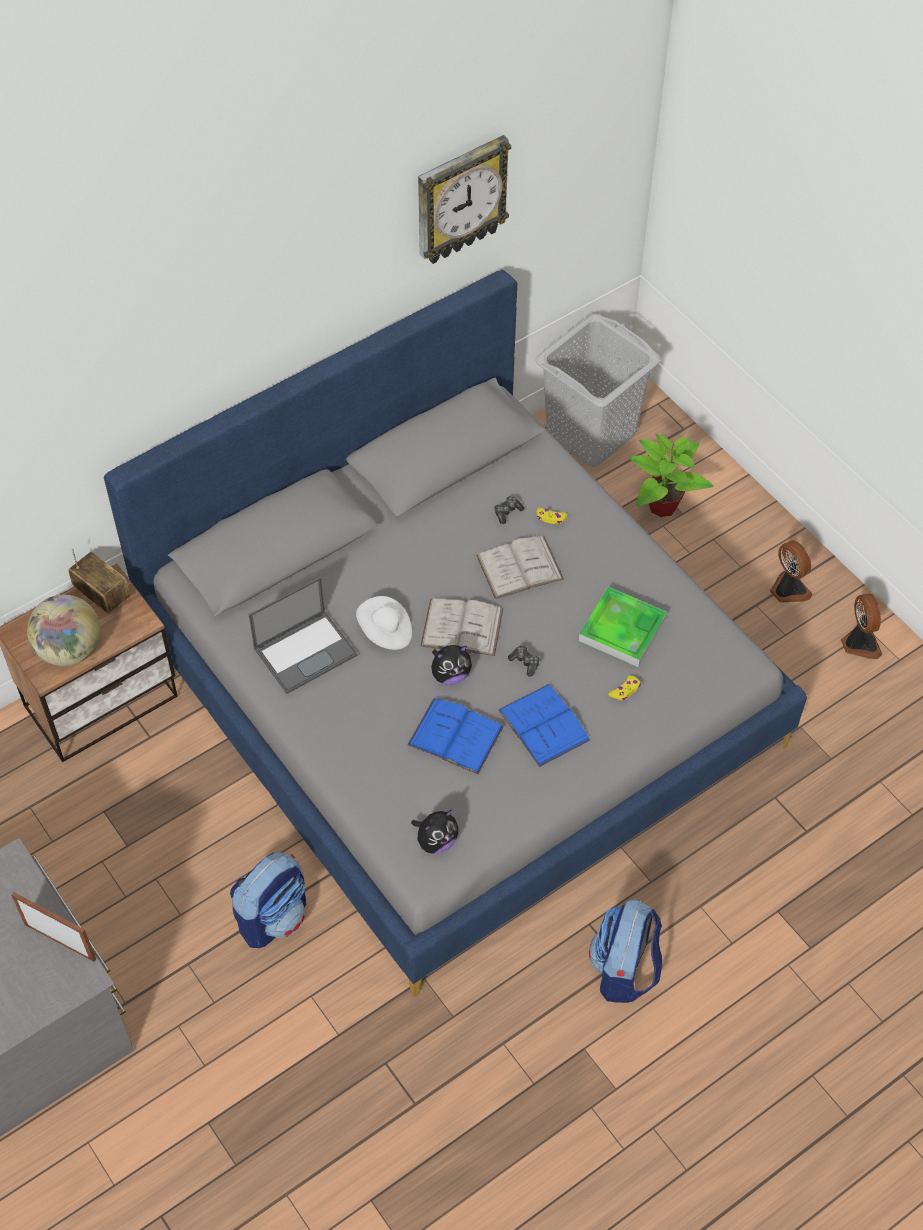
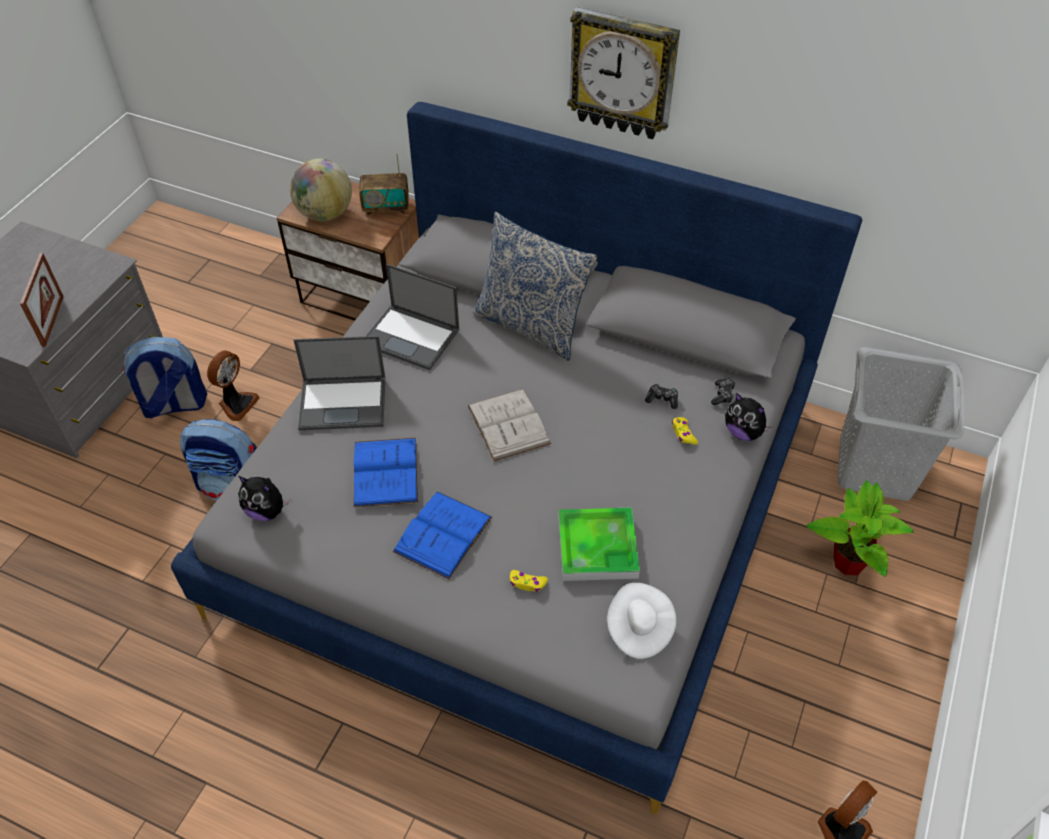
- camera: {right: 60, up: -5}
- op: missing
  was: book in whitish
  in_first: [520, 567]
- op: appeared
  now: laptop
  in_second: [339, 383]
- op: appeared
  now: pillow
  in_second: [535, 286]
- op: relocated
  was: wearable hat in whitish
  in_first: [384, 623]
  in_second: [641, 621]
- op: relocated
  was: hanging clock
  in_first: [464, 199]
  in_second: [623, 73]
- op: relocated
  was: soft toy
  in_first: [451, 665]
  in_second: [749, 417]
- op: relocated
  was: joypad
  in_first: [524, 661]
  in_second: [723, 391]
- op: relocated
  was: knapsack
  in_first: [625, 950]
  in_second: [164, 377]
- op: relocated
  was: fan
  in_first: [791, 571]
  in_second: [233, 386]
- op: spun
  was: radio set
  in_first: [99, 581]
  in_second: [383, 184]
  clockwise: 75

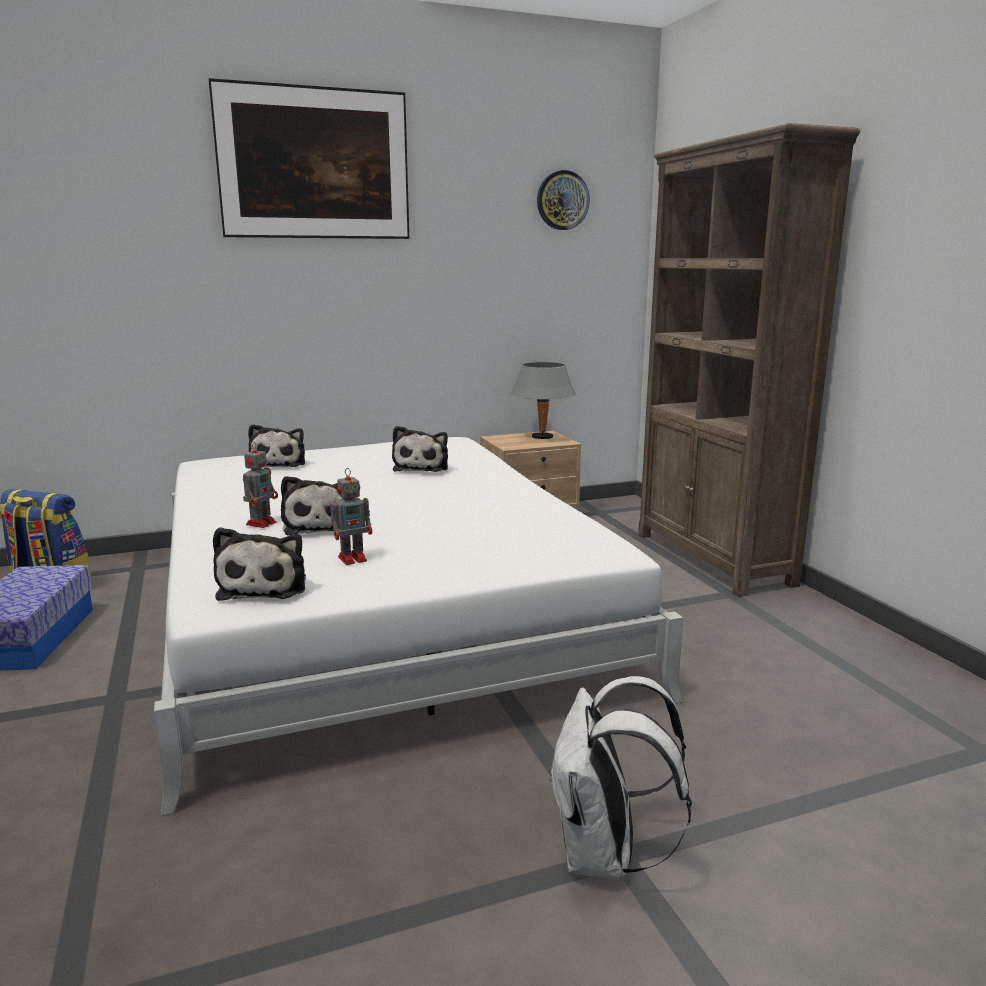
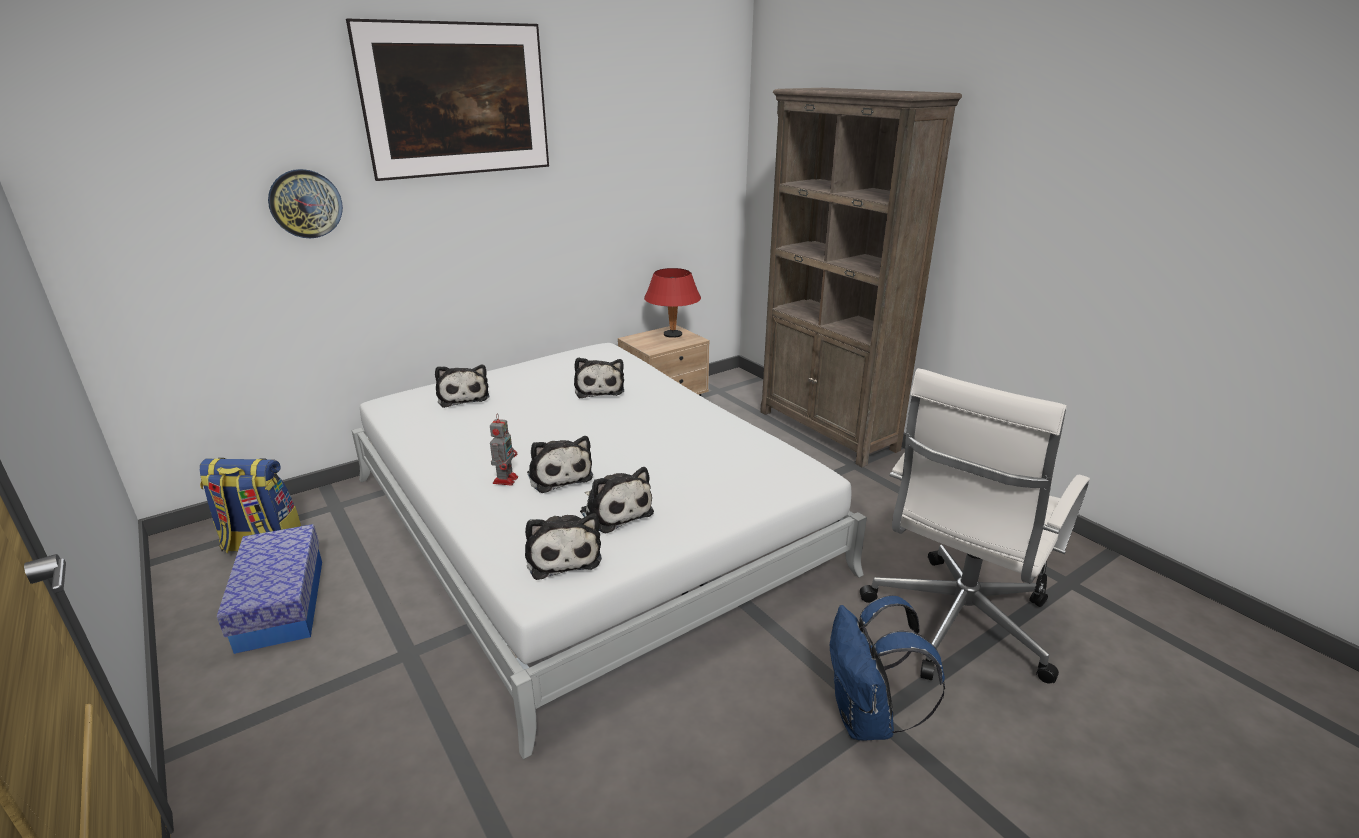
- camera: {right: -15, up: 10}
- op: appeared
  now: office chair in whitish
  in_second: [975, 526]
- op: relocated
  was: hanging clock
  in_first: [563, 200]
  in_second: [305, 203]
- op: exchanged
  was: model robot
  now: soft toy
  in_first: [351, 516]
  in_second: [617, 500]
- op: colour
  was: tabletop lamp in grey
  now: tabletop lamp in red
  in_first: [543, 400]
  in_second: [672, 303]
- op: colour
  was: knapsack in whitish
  now: knapsack in blue-coloured
  in_first: [620, 778]
  in_second: [887, 668]

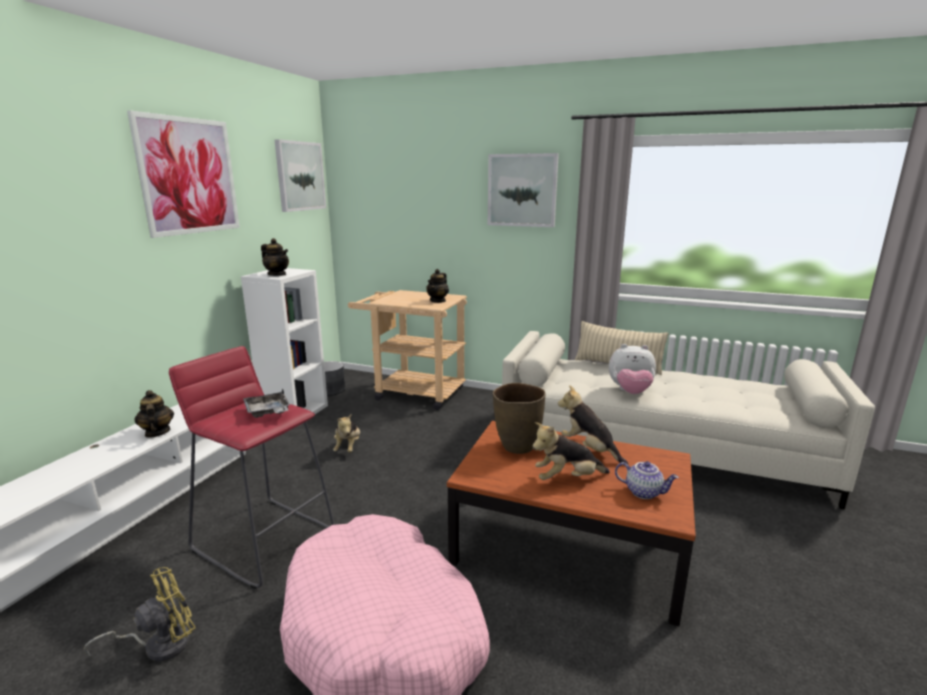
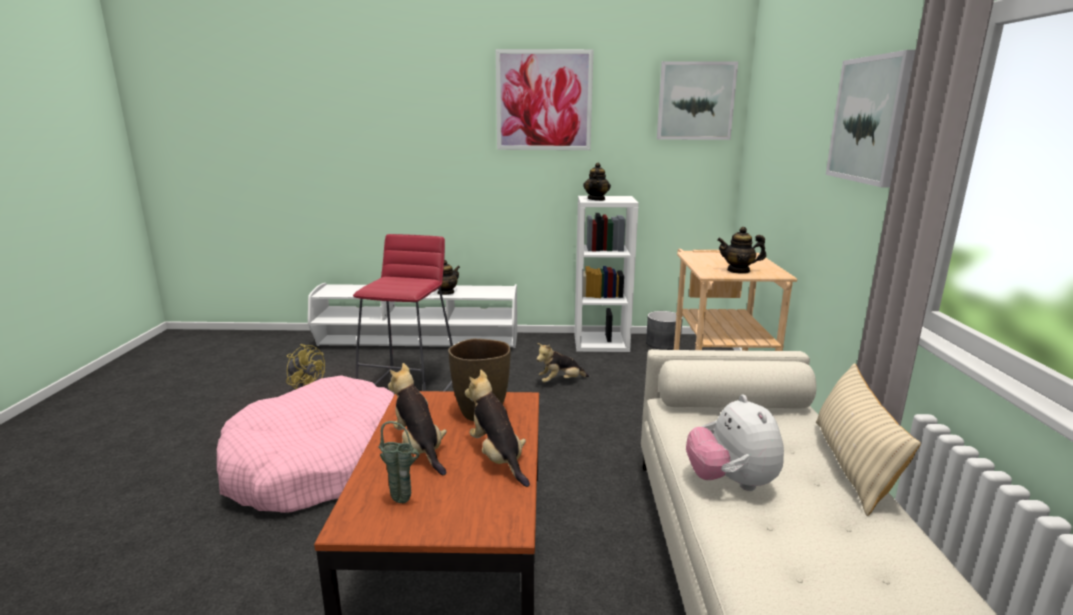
- camera: {right: 70, up: 0}
- op: missing
  was: carrying tray in grey
  in_first: [266, 403]
- op: exchanged
  was: tea pot
  now: decorative vase in green
  in_first: [647, 480]
  in_second: [399, 462]
- op: spun
  was: soft toy
  in_first: [593, 425]
  in_second: [497, 428]
  clockwise: -60

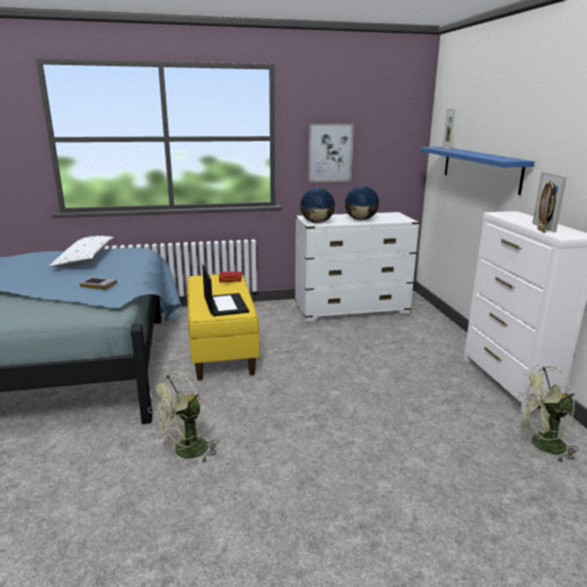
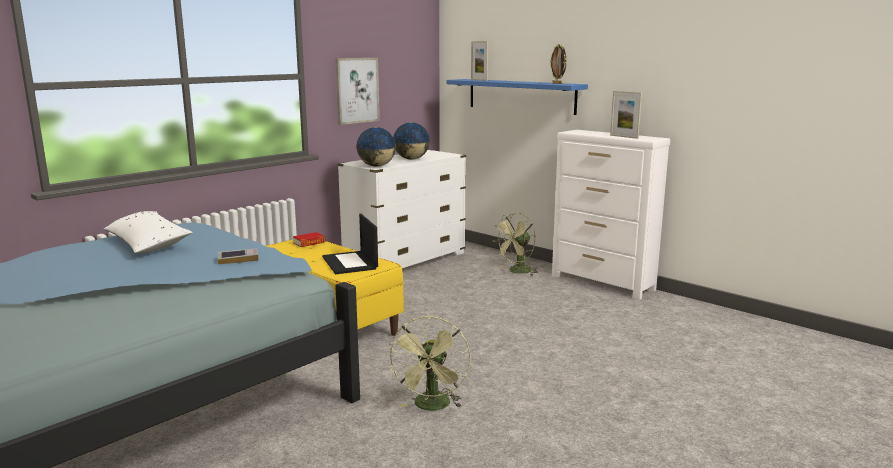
- camera: {right: -35, up: -5}
- op: relocated
  was: fan in green
  in_first: [547, 413]
  in_second: [515, 244]
- op: relocated
  was: photo frame
  in_first: [546, 206]
  in_second: [558, 64]
- op: spun
  was: laptop
  in_first: [225, 290]
  in_second: [350, 244]
  clockwise: -150

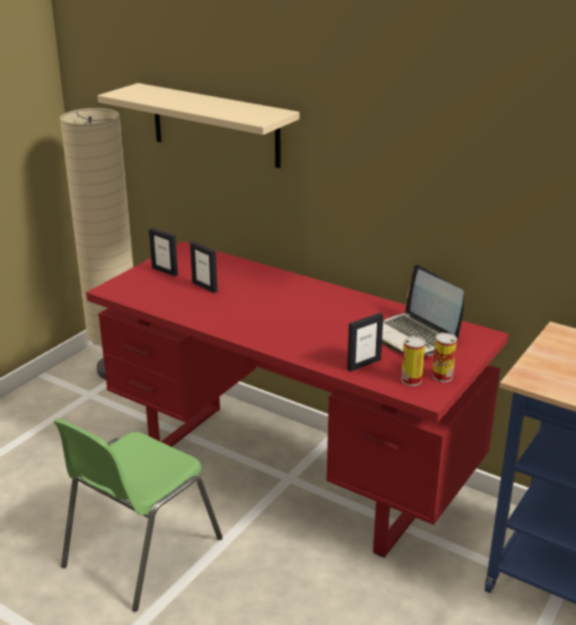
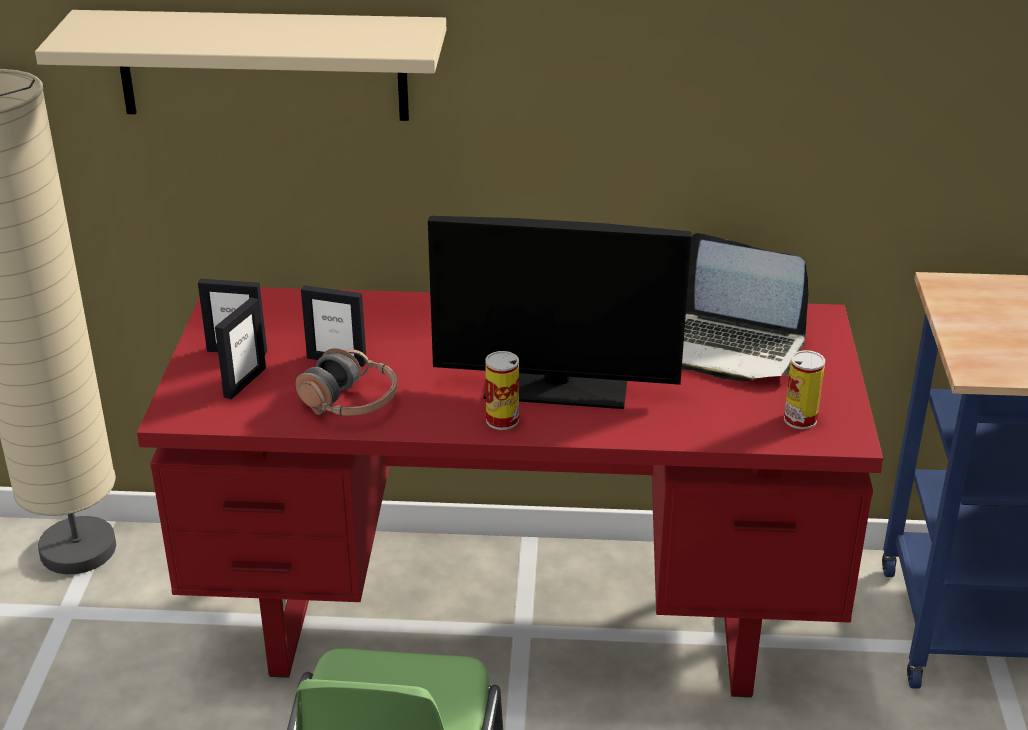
- camera: {right: -30, up: 5}
- op: appeared
  now: pair of headphones
  in_second: [346, 382]
- op: appeared
  now: computer display
  in_second: [560, 312]
- op: relocated
  was: photo frame
  in_first: [365, 342]
  in_second: [240, 348]
- op: relocated
  was: metal can
  in_first: [444, 357]
  in_second: [502, 390]

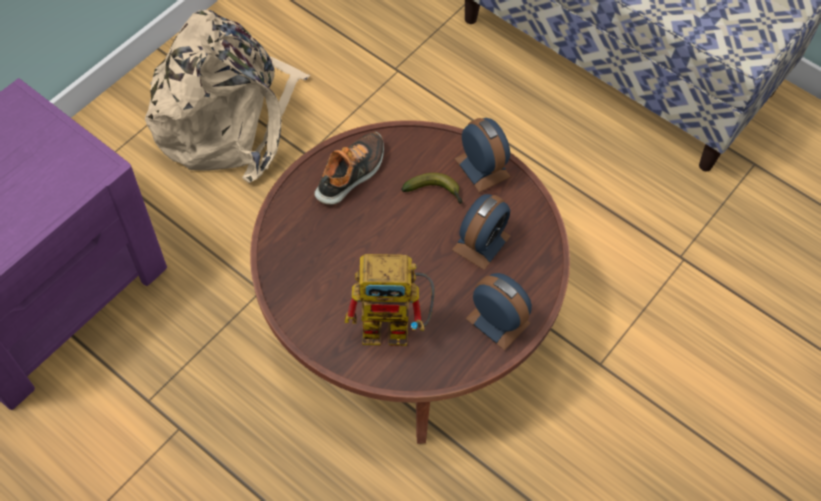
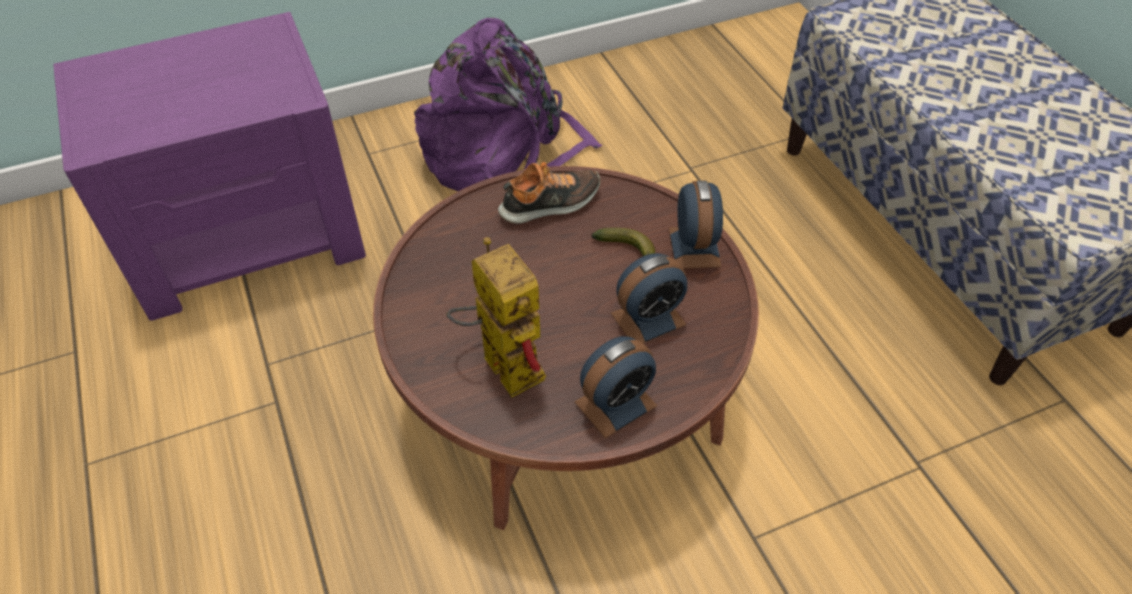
- camera: {right: 30, up: -10}
- op: colour
  was: knapsack in beige-coloured
  now: knapsack in purple
  in_first: [227, 96]
  in_second: [508, 104]
- op: spun
  was: model robot
  in_first: [390, 300]
  in_second: [496, 317]
  clockwise: -150
- op: spun
  was: bedside clock
  in_first: [499, 312]
  in_second: [615, 387]
  clockwise: 75

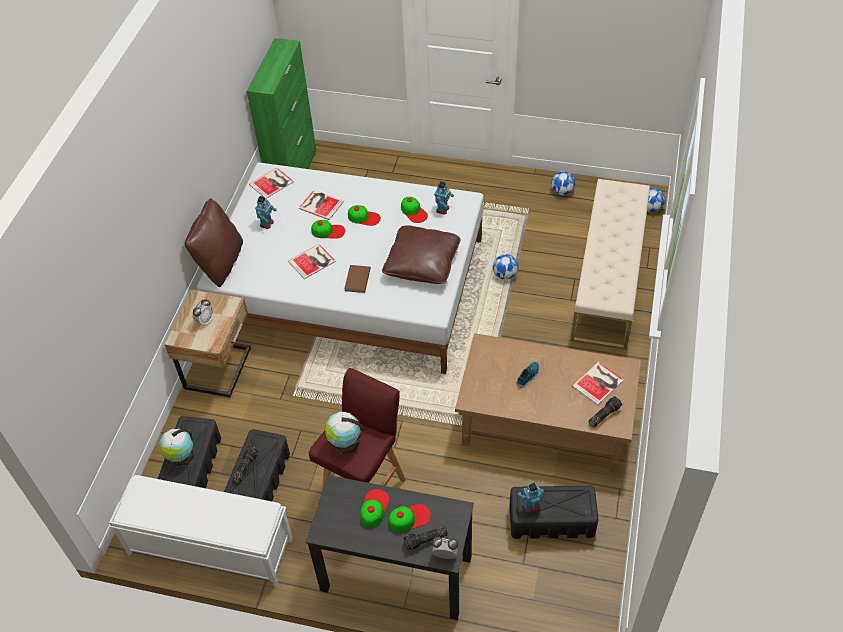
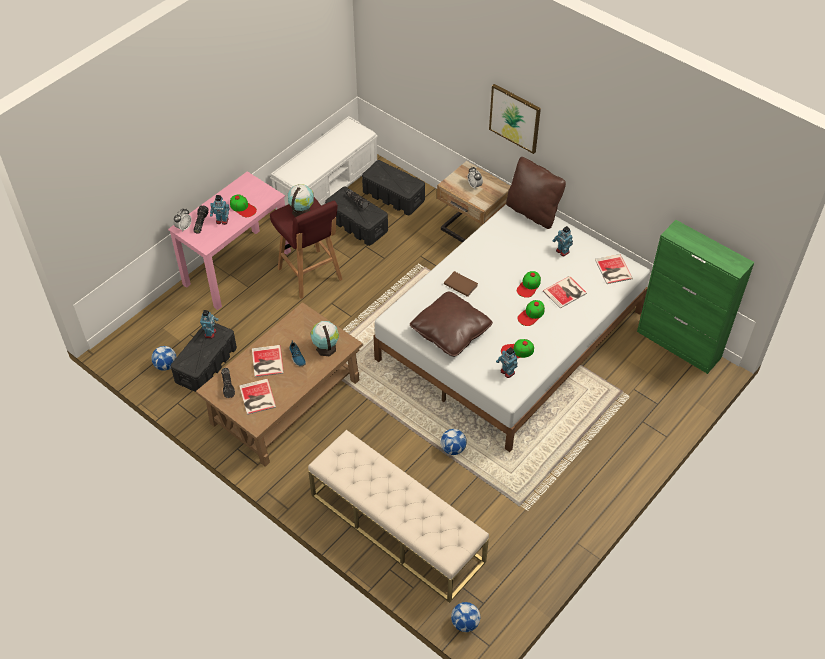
- camera: {right: 115, up: 0}
- op: appeared
  now: wall picture
  in_second: [515, 119]
- op: relocated
  was: desk globe
  in_first: [176, 447]
  in_second: [324, 338]
- op: relocated
  was: book
  in_first: [312, 261]
  in_second: [268, 361]
- op: relocated
  was: ball for football
  in_first: [563, 183]
  in_second: [164, 358]
- op: exchanged
  was: peaked cap
  now: model robot
  in_first: [409, 518]
  in_second: [219, 210]
- op: colour
  was: desk table in black-coloured
  now: desk table in pink
  in_first: [390, 547]
  in_second: [229, 240]

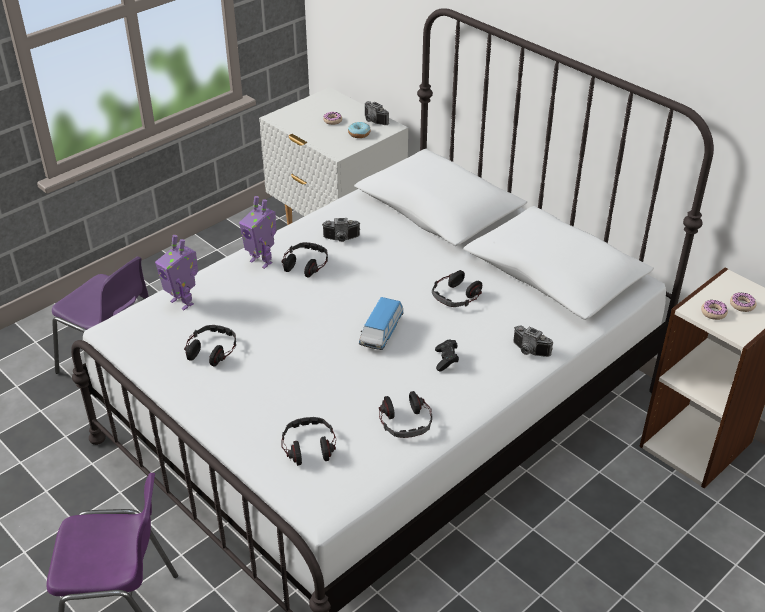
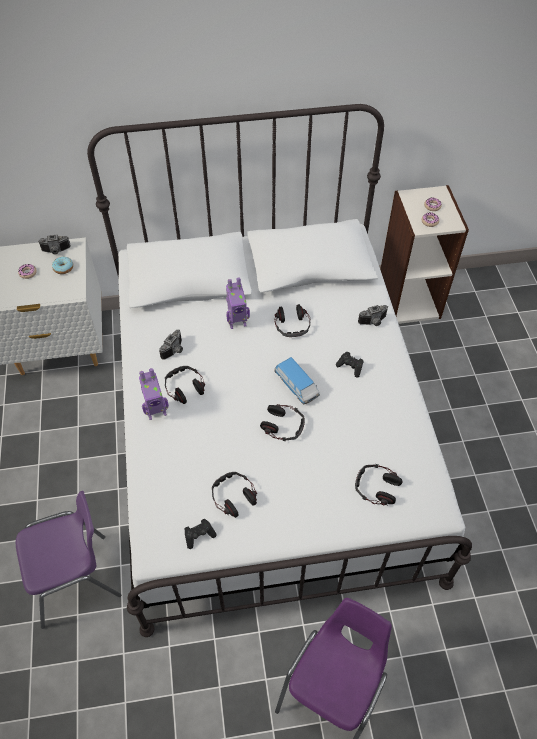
- camera: {right: -55, up: 15}
- op: appeared
  now: joypad in black-coloured
  in_second: [201, 534]
- op: relocated
  was: model robot
  in_first: [176, 272]
  in_second: [238, 303]
- op: relocated
  was: pair of headphones
  in_first: [405, 414]
  in_second: [282, 422]

